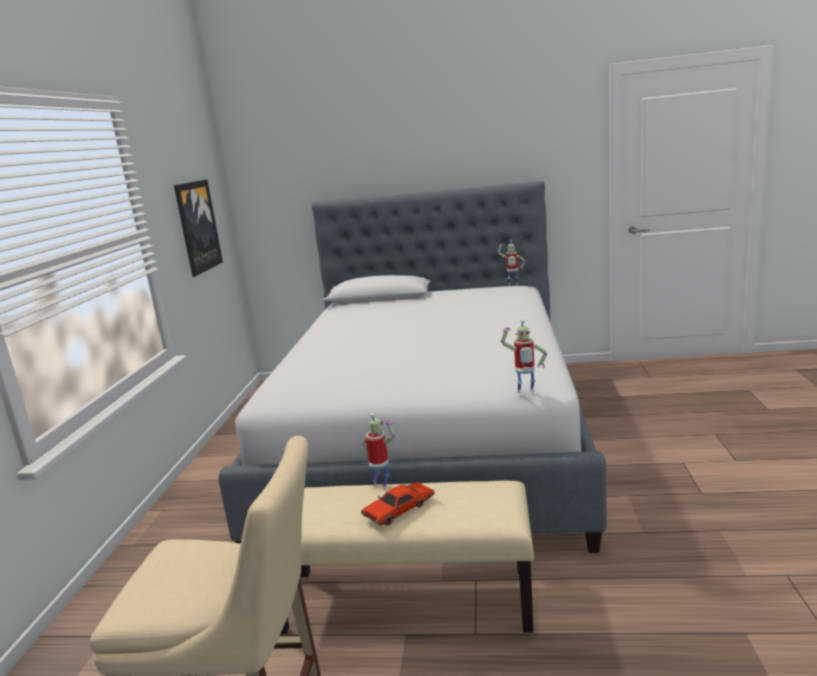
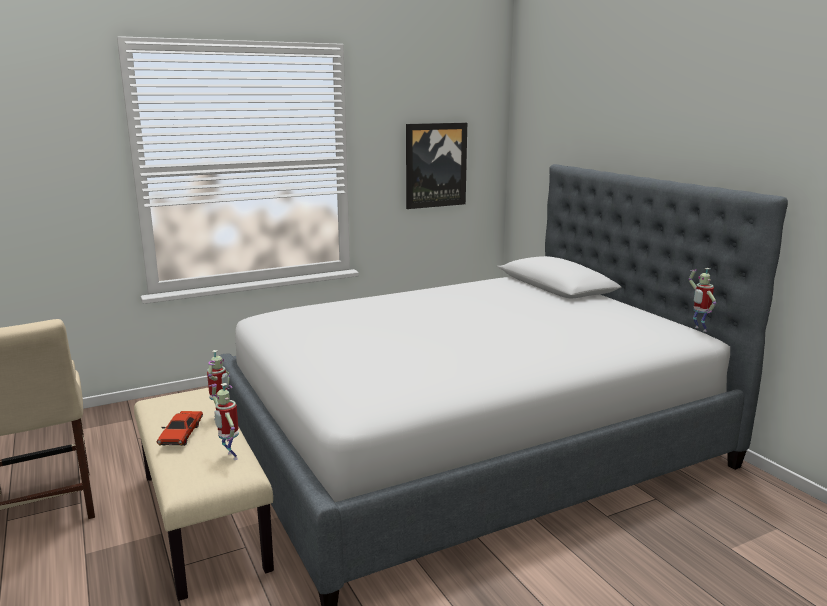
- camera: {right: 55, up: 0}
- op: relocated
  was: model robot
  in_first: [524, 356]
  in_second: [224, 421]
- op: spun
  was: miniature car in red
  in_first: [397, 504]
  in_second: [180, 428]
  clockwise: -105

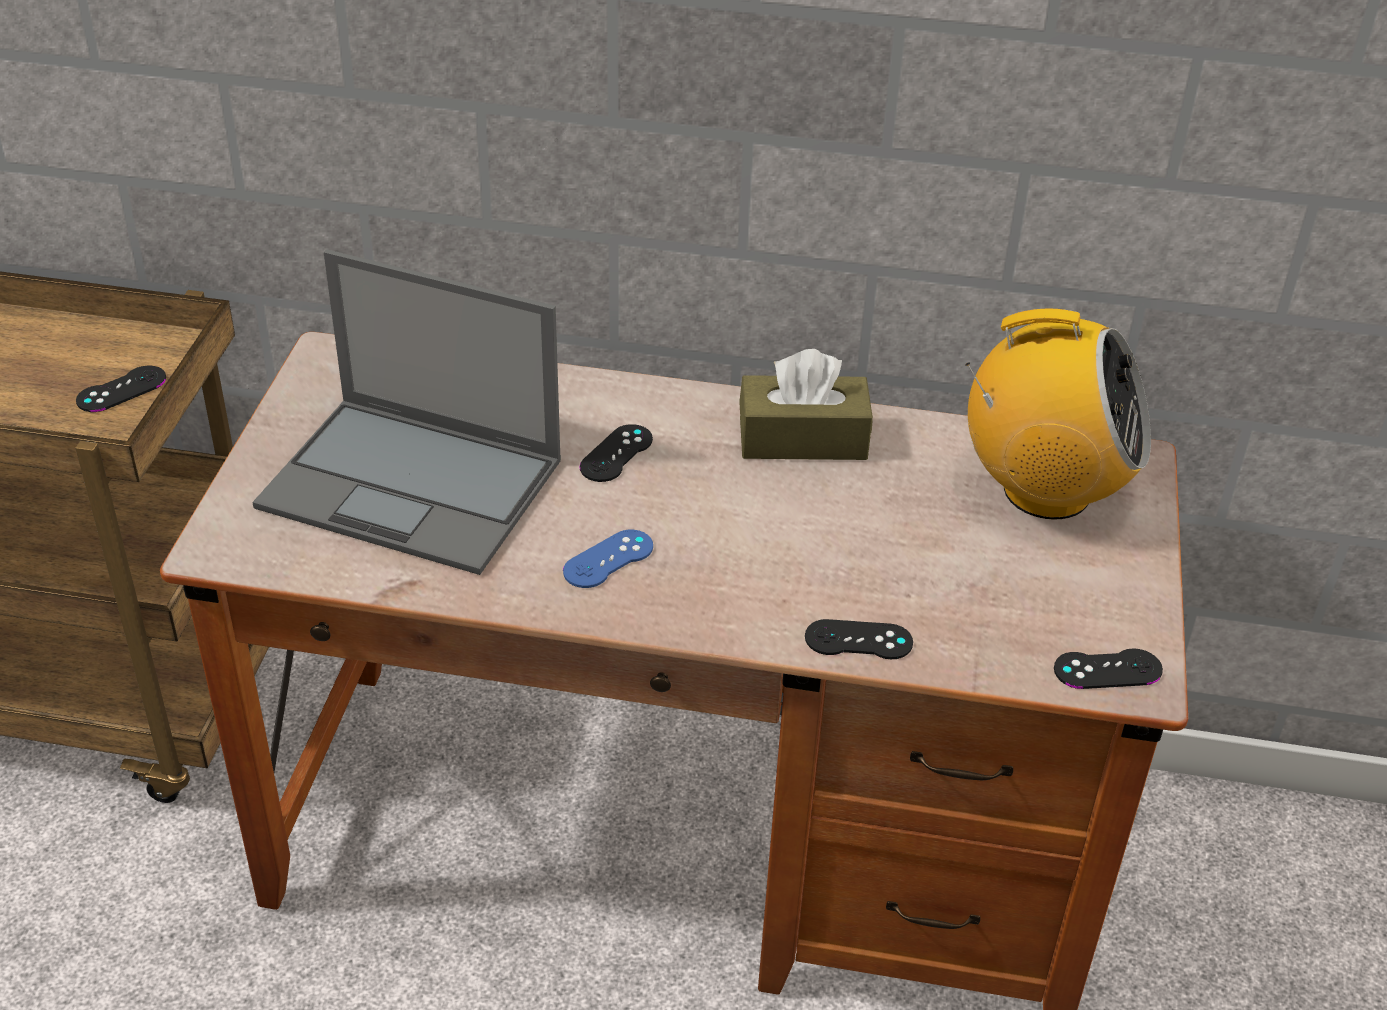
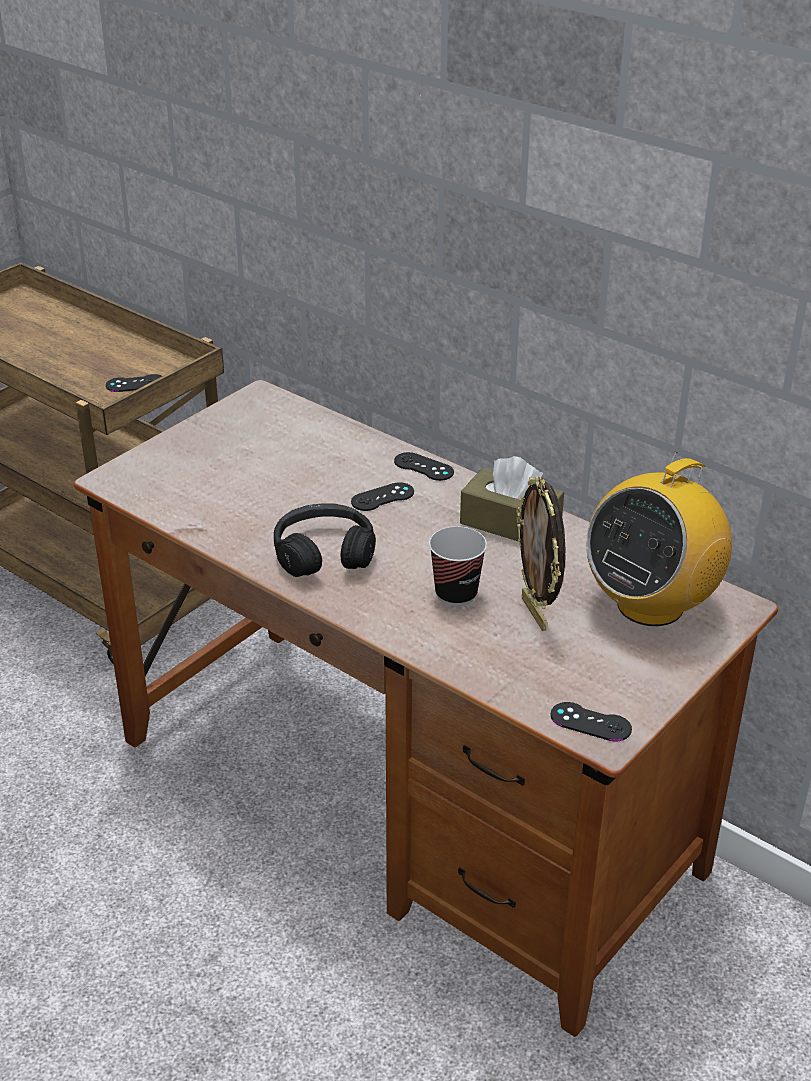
- camera: {right: 30, up: -5}
- op: missing
  was: laptop
  in_first: [406, 412]
- op: appeared
  now: small cup
  in_second: [458, 566]
- op: appeared
  now: photo frame
  in_second: [541, 553]
- op: relocated
  was: joypad in black-coloured
  in_first: [859, 639]
  in_second: [424, 466]
- op: exchanged
  was: joypad in blue-coloured
  now: pair of headphones in black-coloured
  in_first: [608, 559]
  in_second: [324, 540]
- op: spun
  was: radio set
  in_first: [1058, 414]
  in_second: [659, 538]
  clockwise: 90

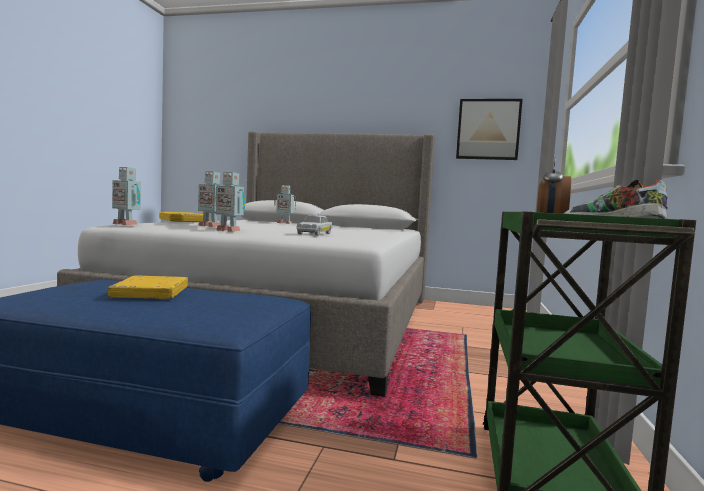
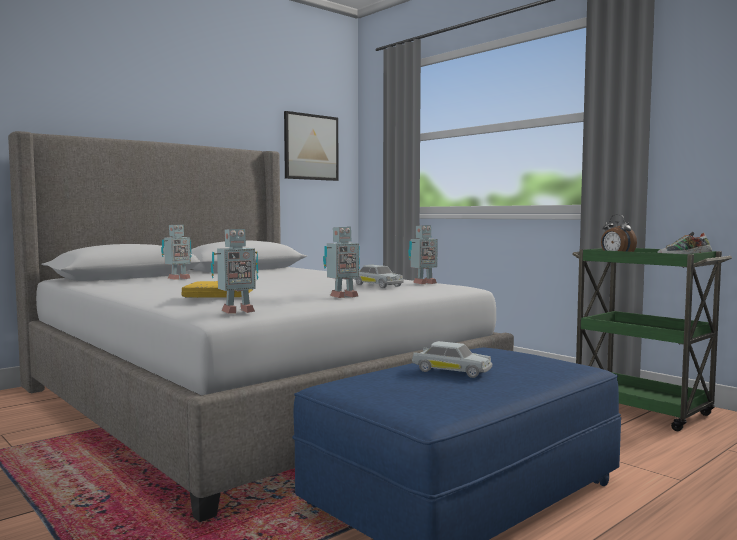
- camera: {right: -55, up: 0}
- op: relocated
  was: model robot
  in_first: [211, 199]
  in_second: [423, 254]
- op: exchanged
  was: book in yellowish
  now: miniature car in whitish
  in_first: [148, 287]
  in_second: [452, 359]

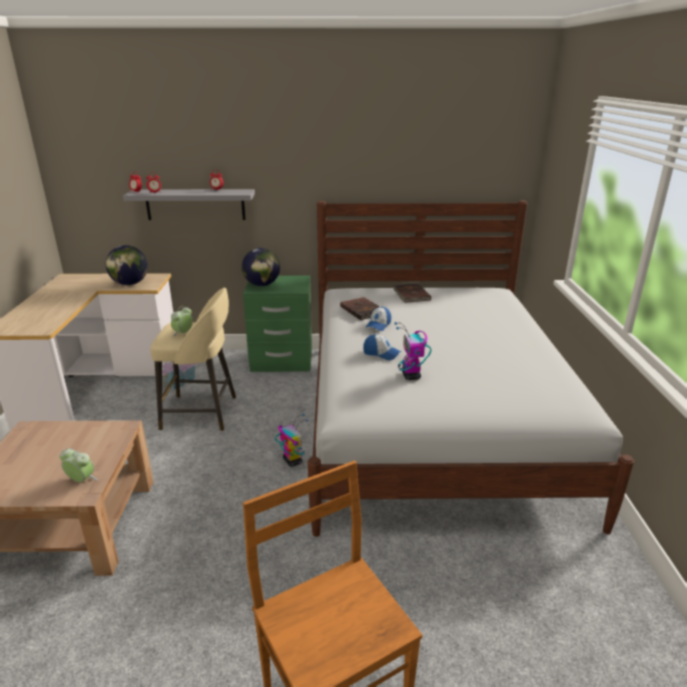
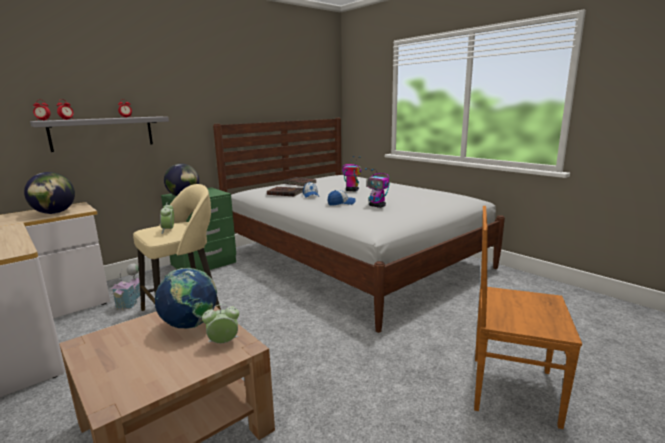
- camera: {right: -40, up: -10}
- op: appeared
  now: desk globe
  in_second: [186, 298]
- op: relocated
  was: model robot
  in_first: [292, 440]
  in_second: [351, 173]

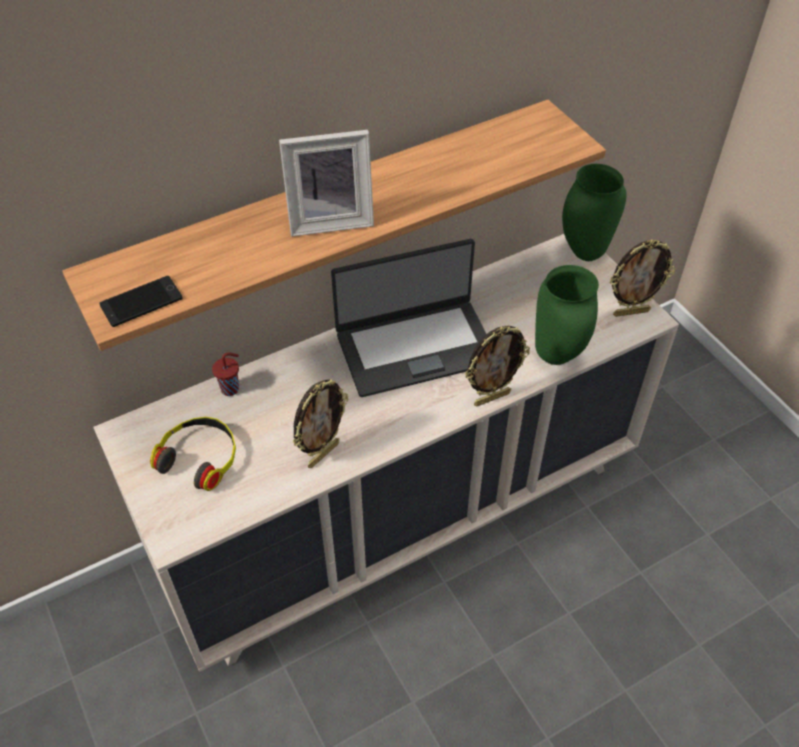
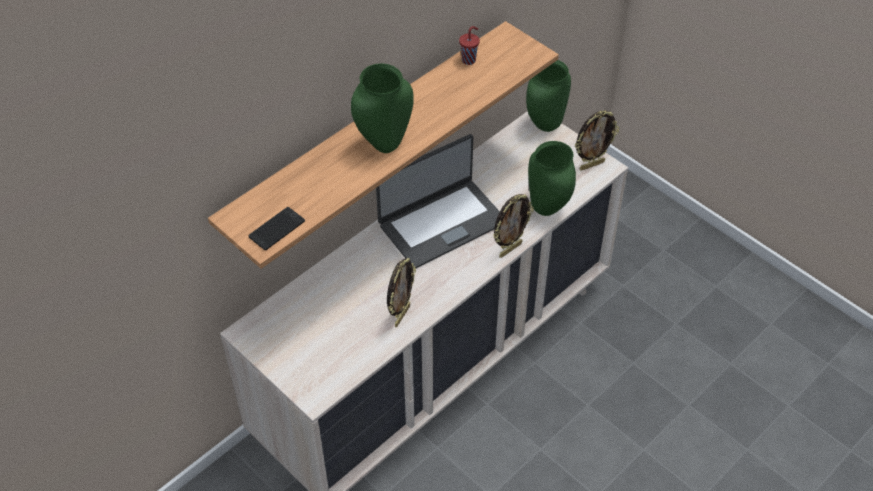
- camera: {right: -15, up: 0}
- op: missing
  was: pair of headphones
  in_first: [193, 454]
- op: relocated
  was: small cup in red
  in_first: [225, 374]
  in_second: [469, 45]
- op: exchanged
  was: photo frame
  now: decorative vase in green
  in_first: [326, 183]
  in_second: [382, 108]

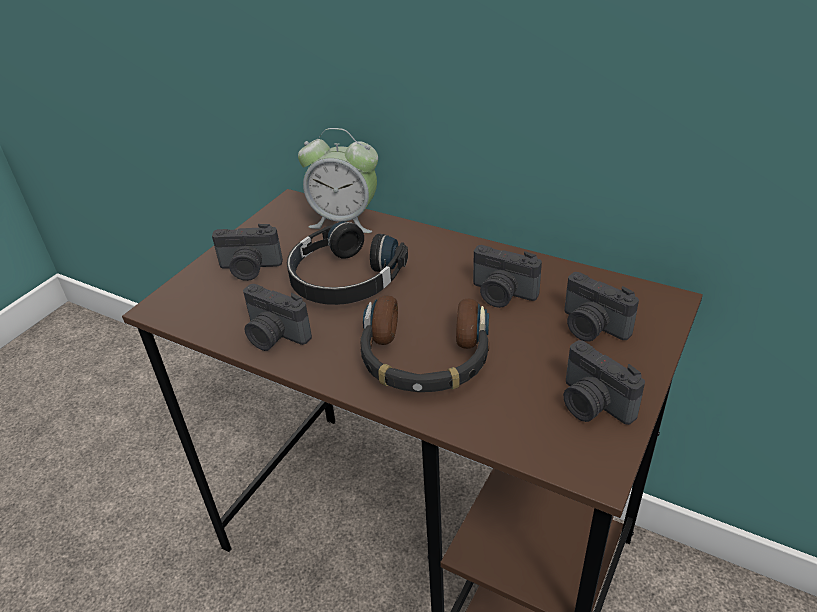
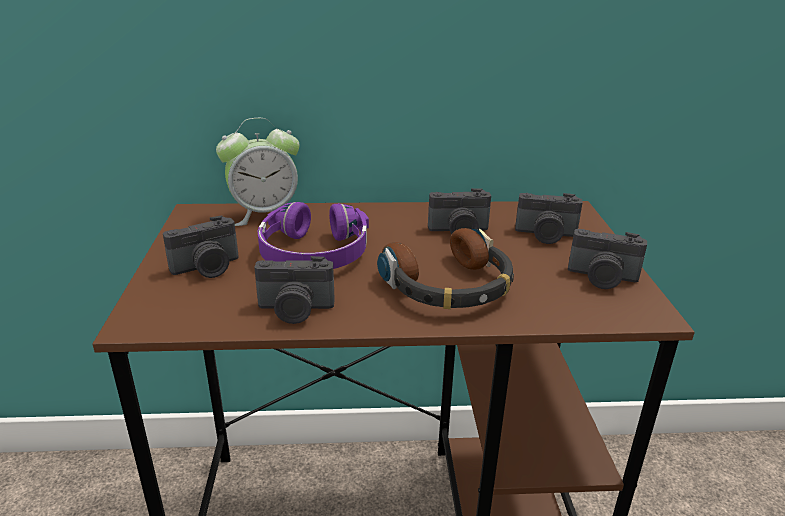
- camera: {right: -35, up: -10}
- op: colour
  was: pair of headphones in black-coloured
  now: pair of headphones in purple
  in_first: [347, 263]
  in_second: [313, 235]

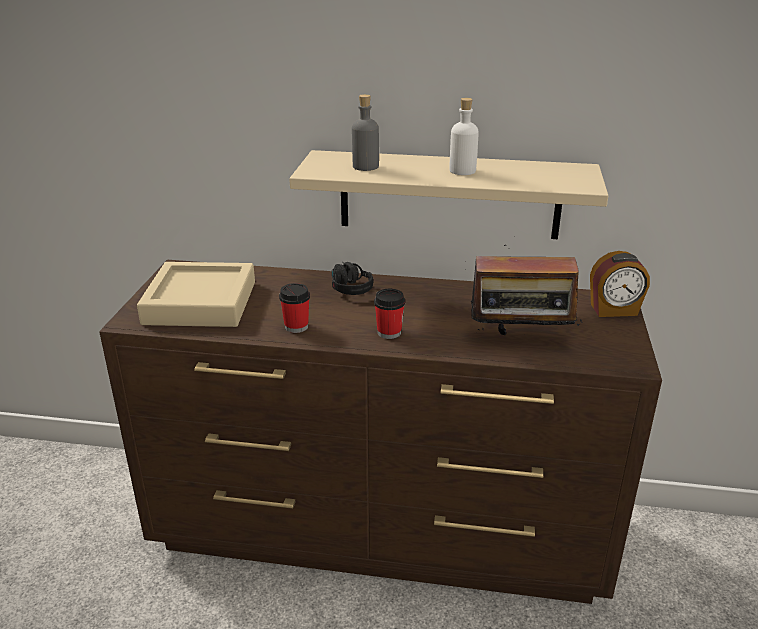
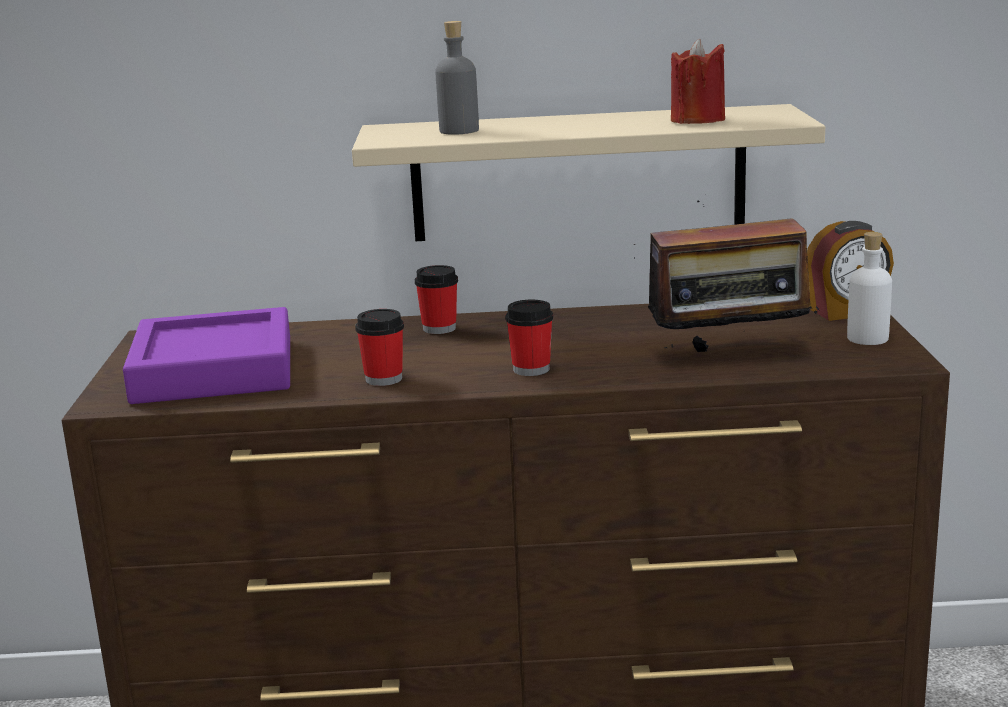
- camera: {right: -10, up: -10}
- op: appeared
  now: wax light in red
  in_second: [698, 81]
- op: relocated
  was: beverage bottle in whitish
  in_first: [464, 136]
  in_second: [869, 288]
- op: exchanged
  was: pair of headphones in black-coloured
  now: small cup
  in_first: [352, 278]
  in_second: [436, 299]
- op: colour
  was: carrying tray in beige-coloured
  now: carrying tray in purple
  in_first: [196, 294]
  in_second: [206, 355]

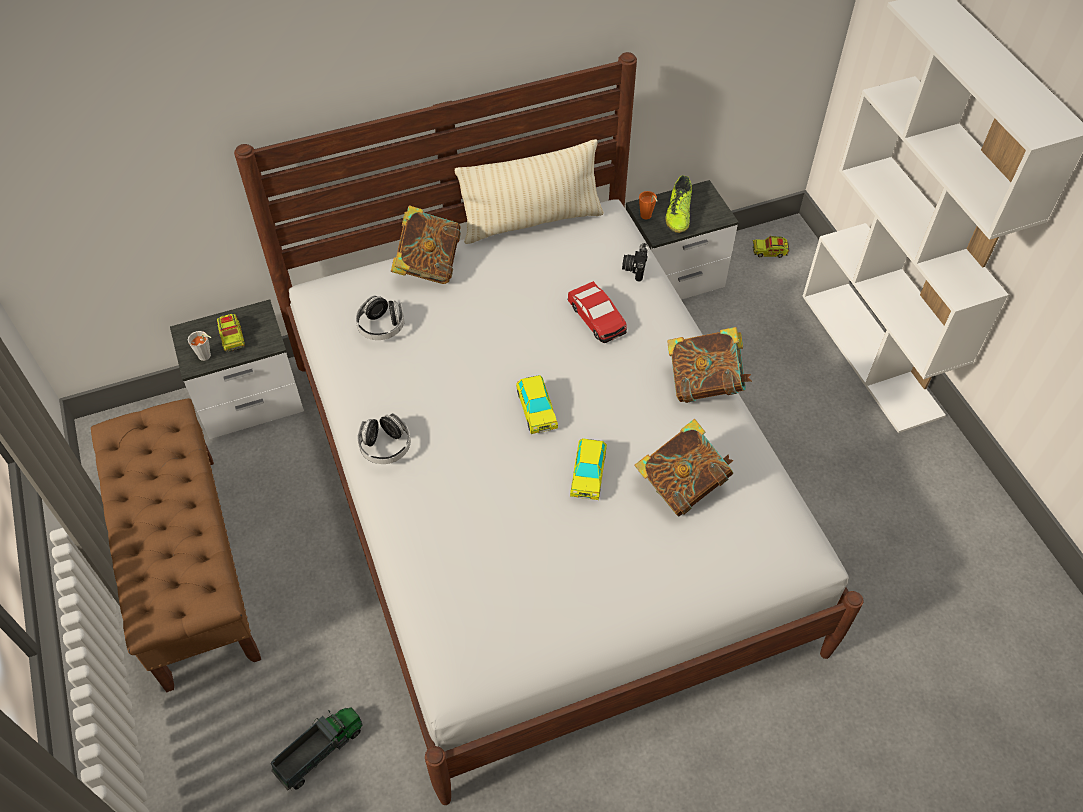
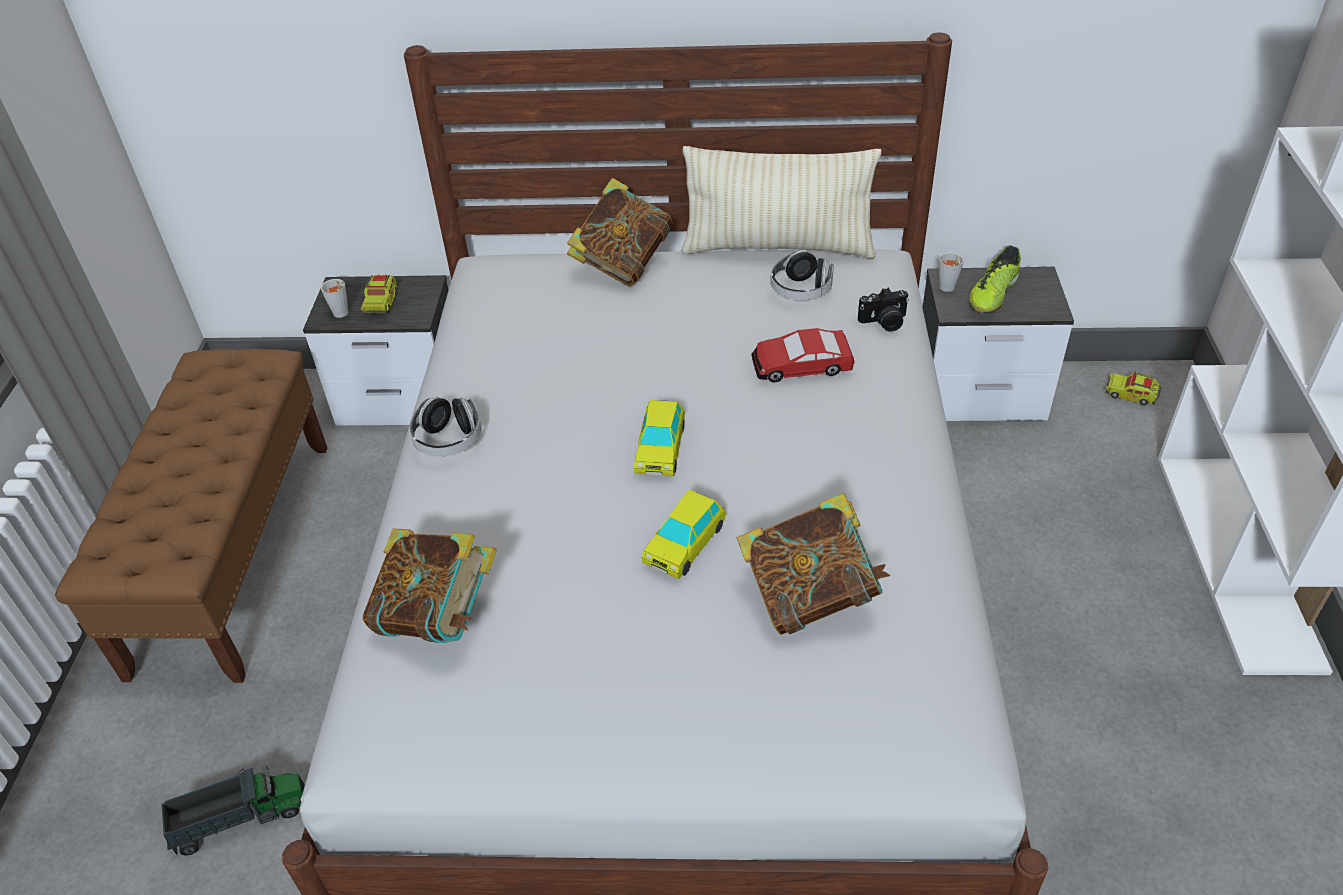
- camera: {right: 25, up: -10}
- op: relocated
  was: pair of headphones
  in_first: [380, 318]
  in_second: [802, 275]
- op: relocated
  was: book
  in_first: [709, 365]
  in_second: [430, 586]
- op: colour
  was: small cup in orangey
  now: small cup in grey
  in_first: [648, 205]
  in_second: [951, 272]
- op: spun
  was: miniature car
  in_first: [597, 312]
  in_second: [803, 355]
  clockwise: 90
- op: spun
  was: still camera
  in_first: [635, 262]
  in_second: [883, 310]
  clockwise: -135

